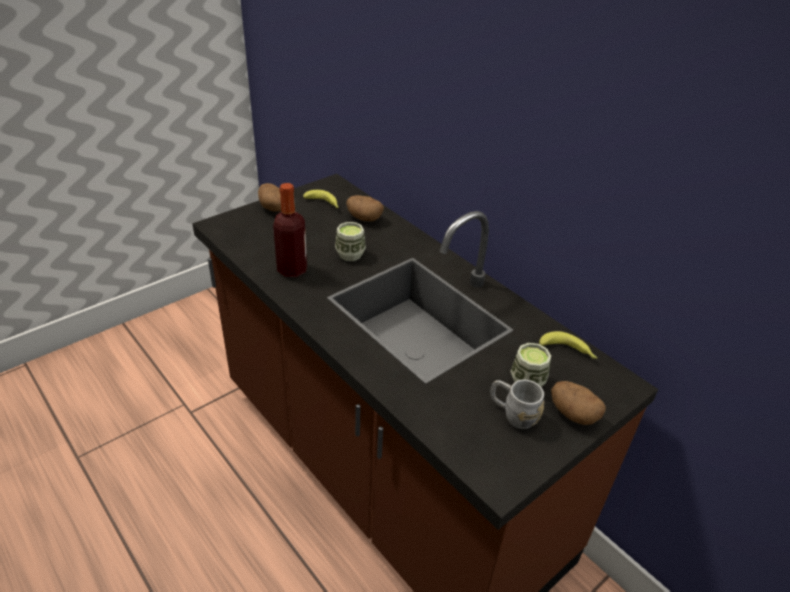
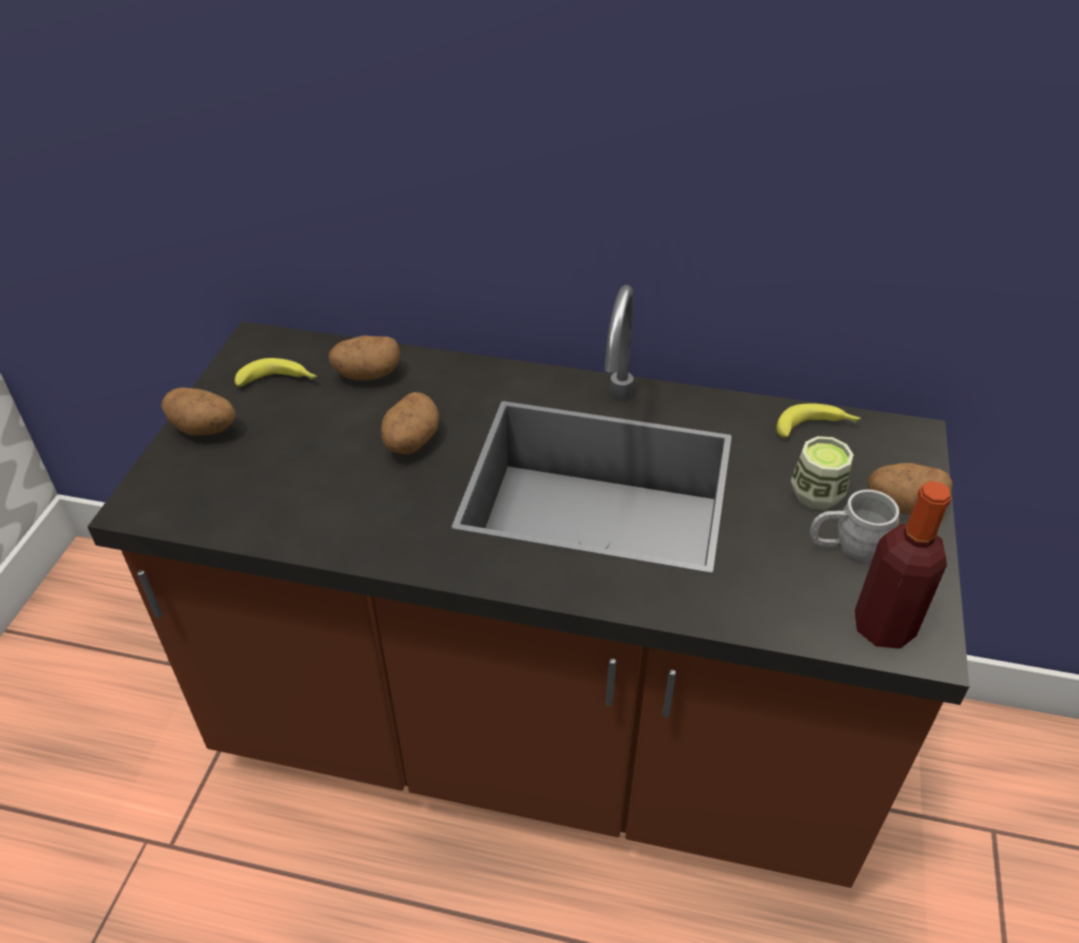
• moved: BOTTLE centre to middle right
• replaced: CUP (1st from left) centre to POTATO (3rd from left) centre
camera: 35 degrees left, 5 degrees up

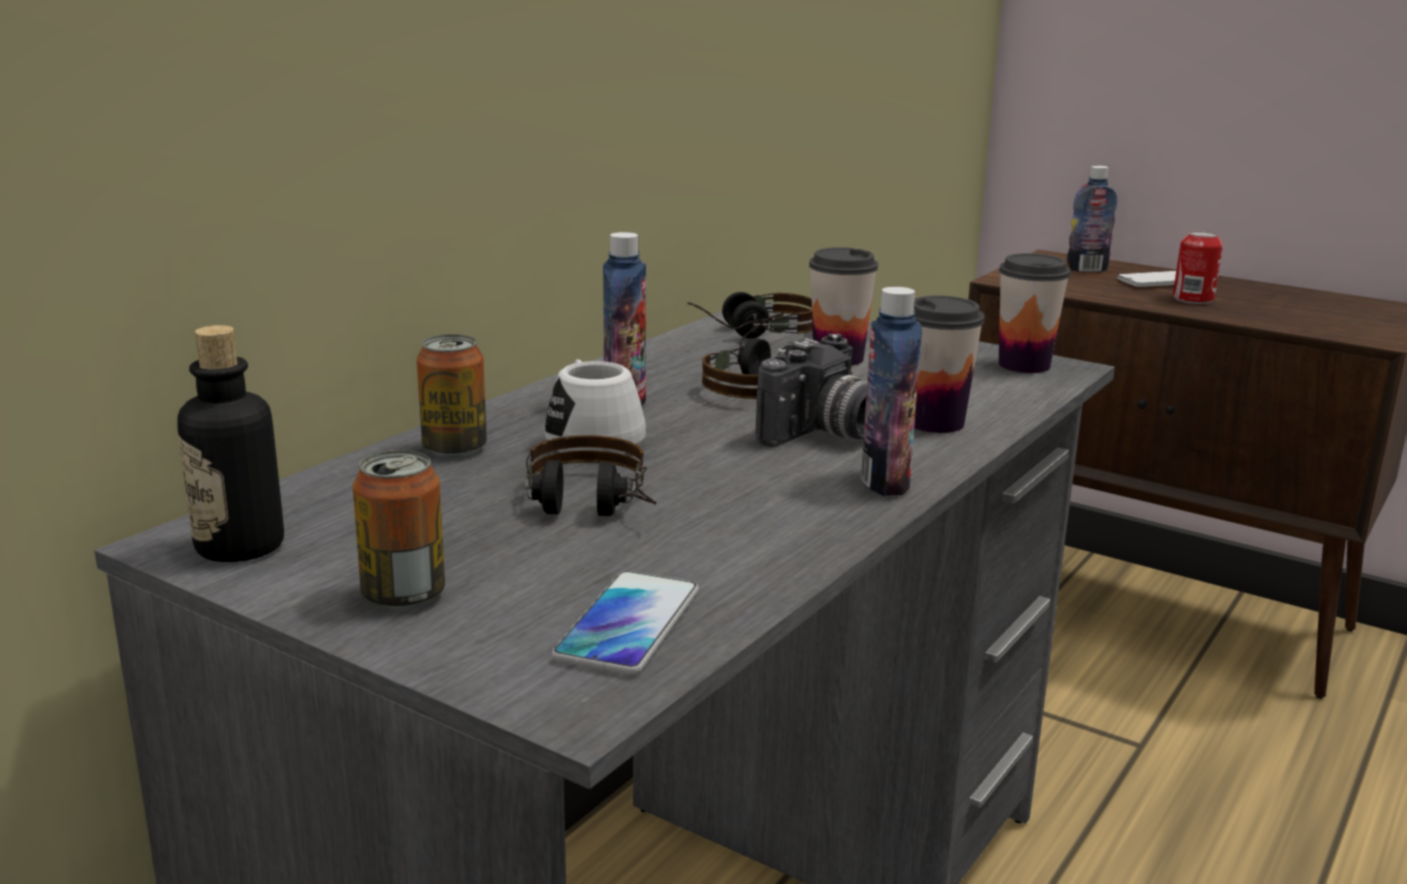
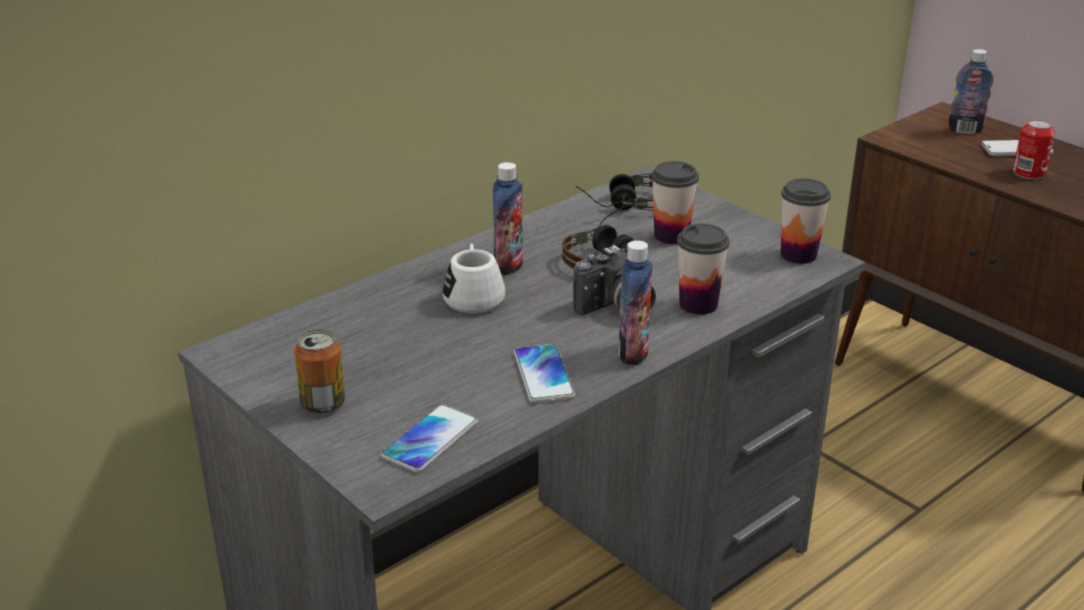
• removed: BOTTLE (1st from left) middle left
• removed: CAN (2nd from left) middle left
• removed: HEADPHONES (1st from left) centre
• added: PHONE (2nd from left) centre
camera: 15 degrees right, 10 degrees up

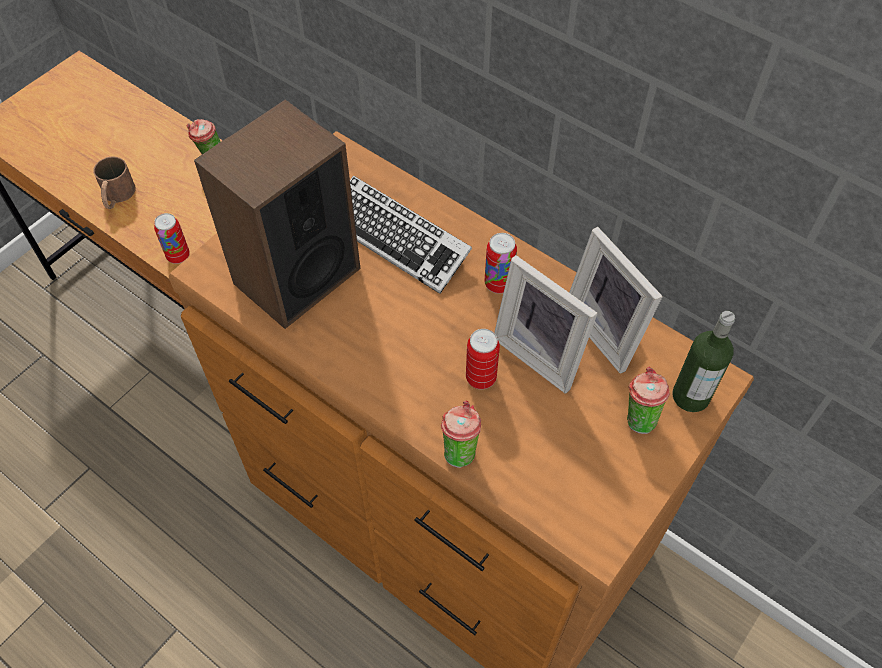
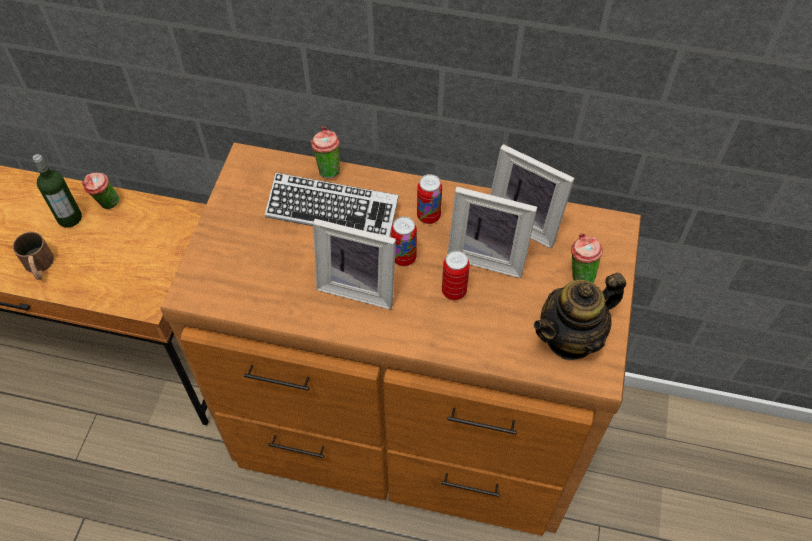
• moved: CAN (1st from left) middle left to centre
• removed: SPEAKER top left
• moved: CUP (2nd from left) centre to top centre
• moved: BOTTLE middle right to middle left
• added: PICTURE FRAME (1st from left) centre
• added: TEAPOT middle right
camera: 25 degrees left, 0 degrees up

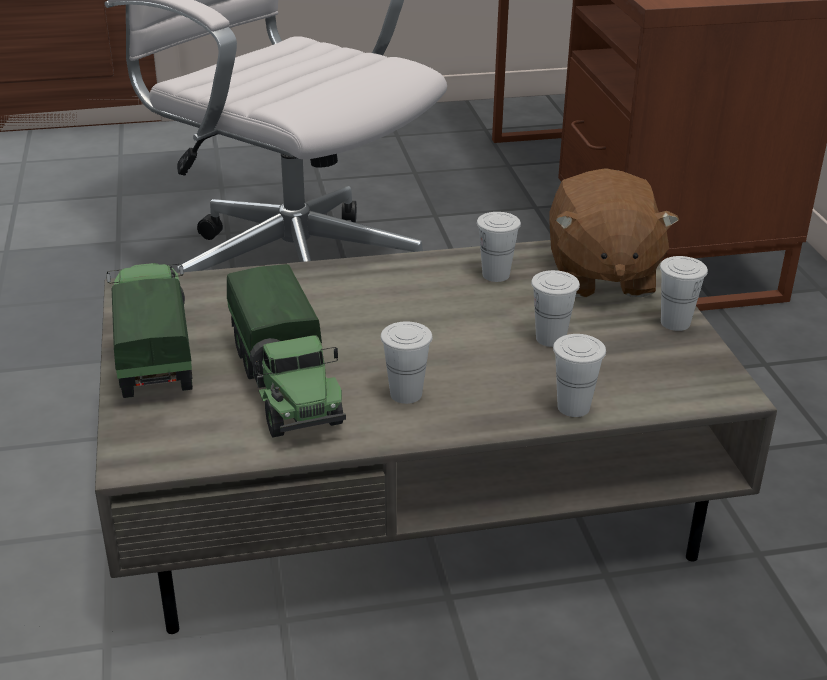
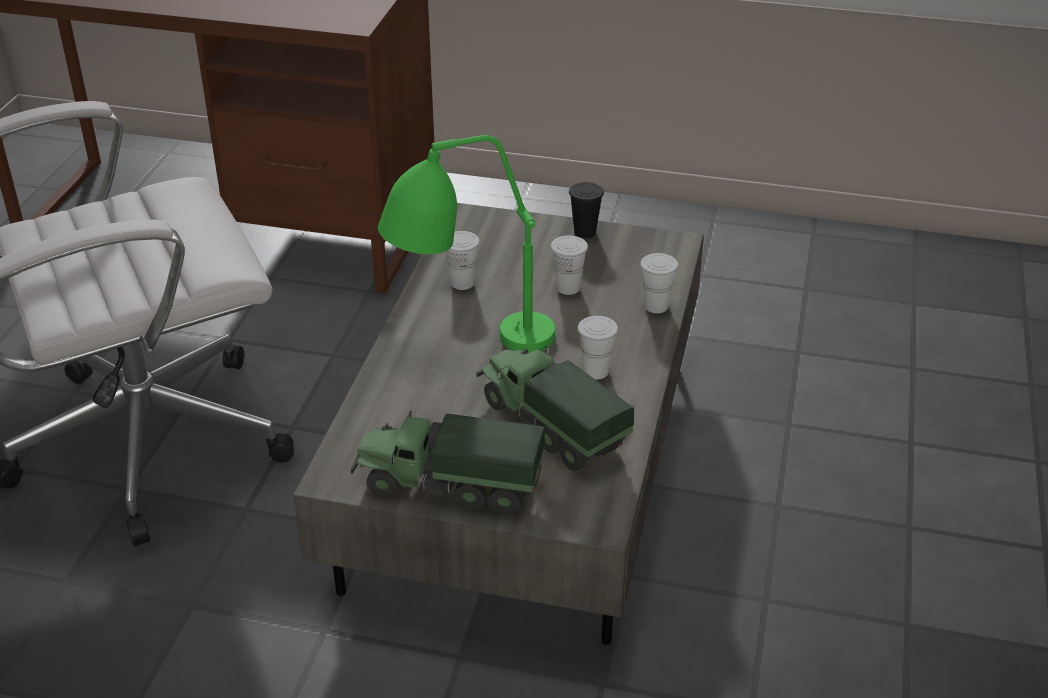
• turned: TOY TRUCK (2nd from left) centre = centre 135 degrees counterclockwise
• removed: BROWN PLUSH TOY middle right
• recoloured: WHITE CUP (5th from left) middle right to BLACK CUP top centre
• added: GREEN TABLE LAMP centre
camera: 65 degrees left, 5 degrees up

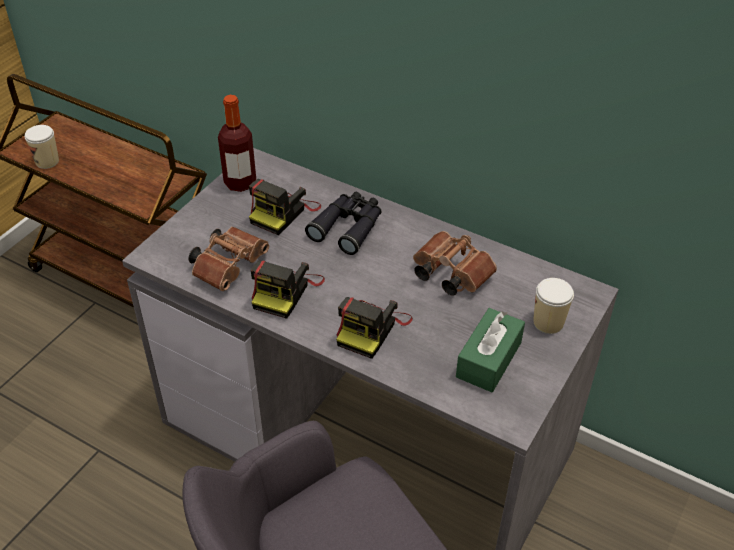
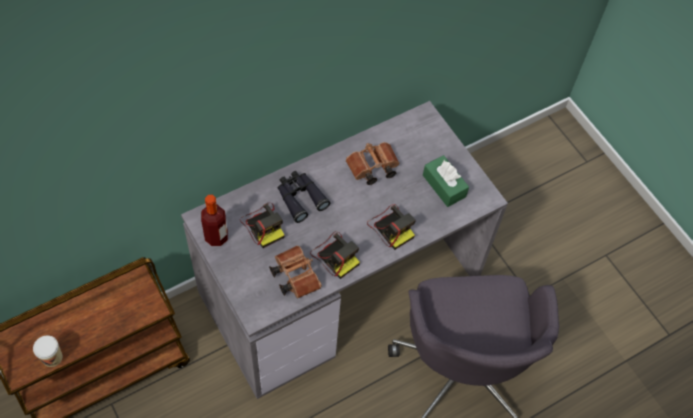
• removed: CUP (2nd from left) middle right
camera: 65 degrees left, 15 degrees up

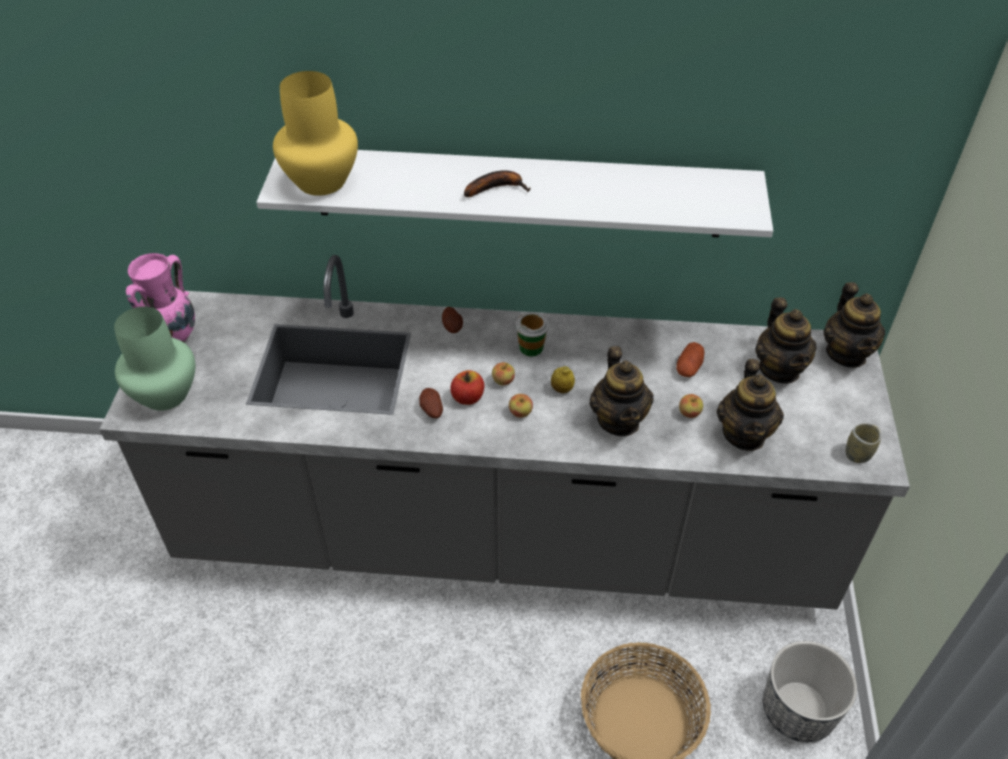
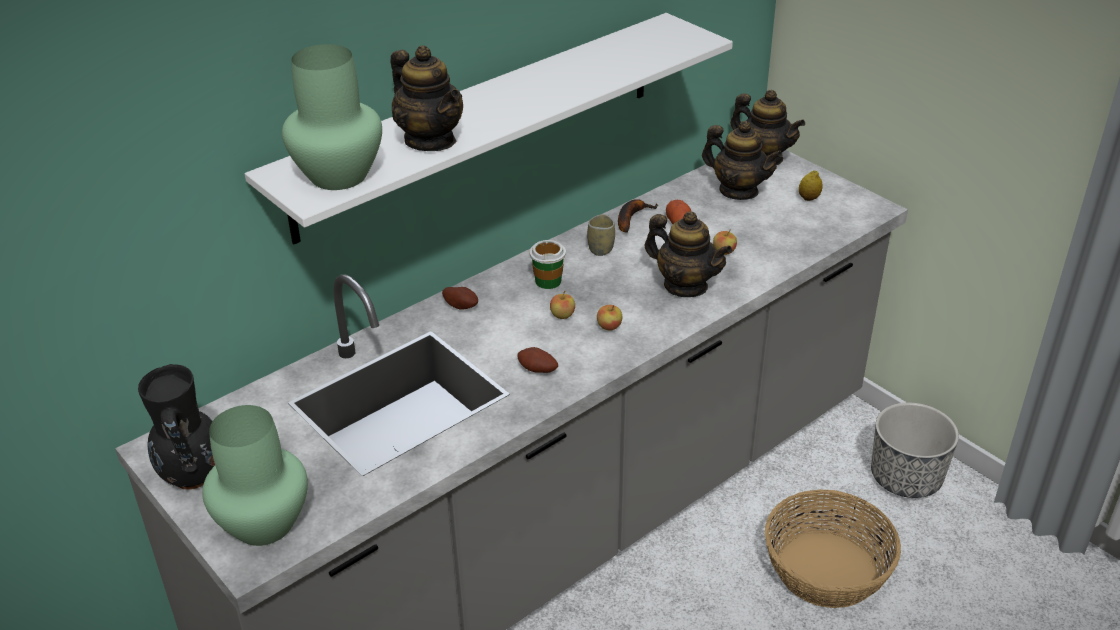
• recoloured: PINK VASE middle left to BLACK VASE bottom left
• recoloured: YELLOW VASE top left to GREEN VASE (2nd from left) top left
• removed: APPLE (1st from left) centre
• moved: BANANA top centre to centre
• moved: LEMON centre to top right
• moved: TEAPOT (2nd from left in the first image) middle right to TEAPOT (1st from left) top centre
• moved: CUP (2nd from left) middle right to centre
camera: 45 degrees left, 10 degrees down

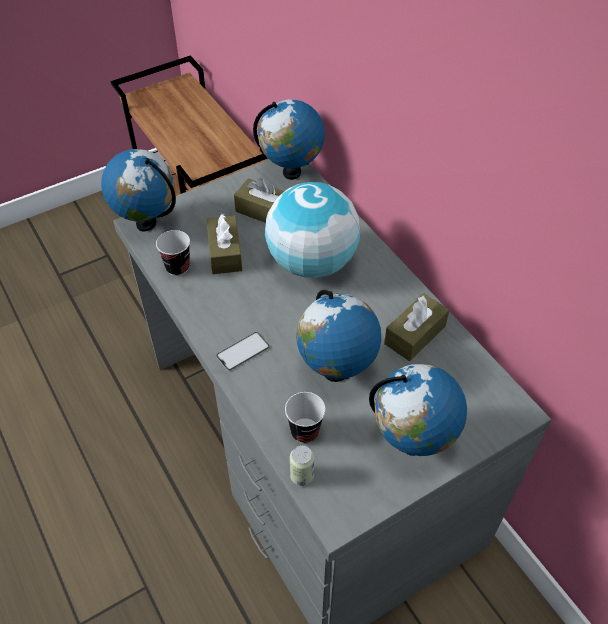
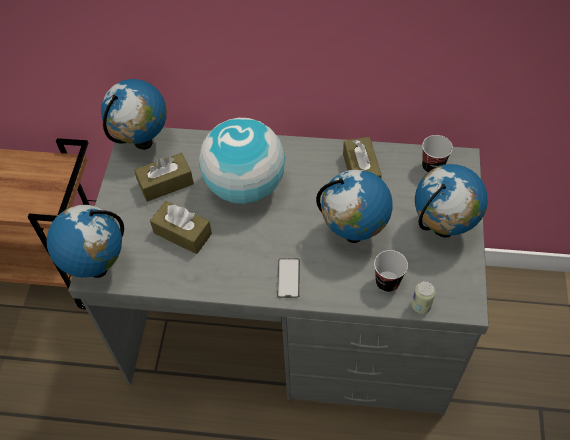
• moved: CUP (1st from left in the first image) middle left to CUP (2nd from left) middle right
camera: 50 degrees left, 5 degrees up

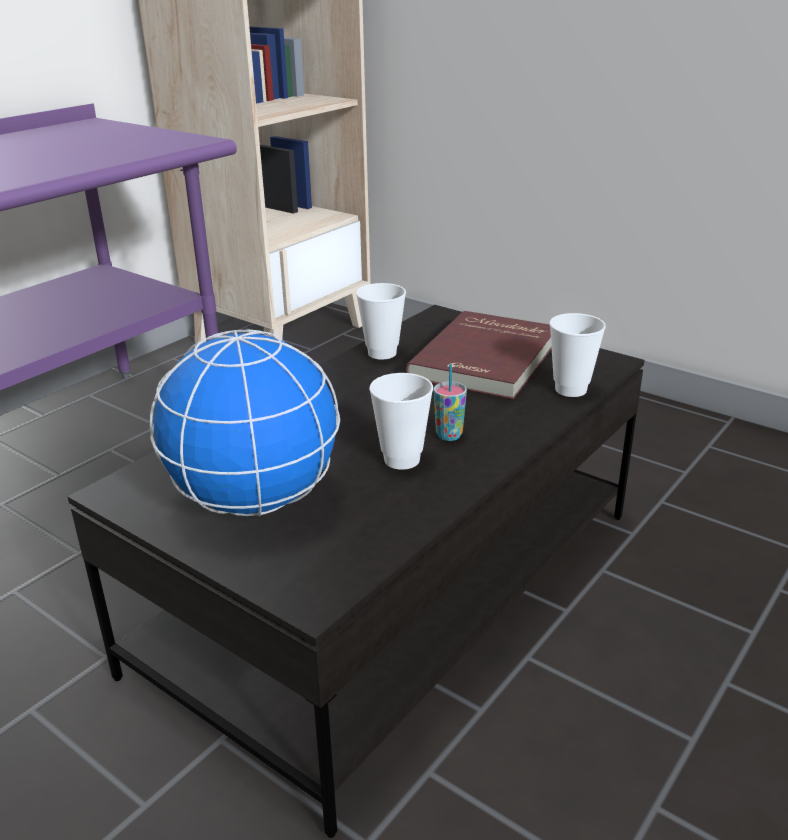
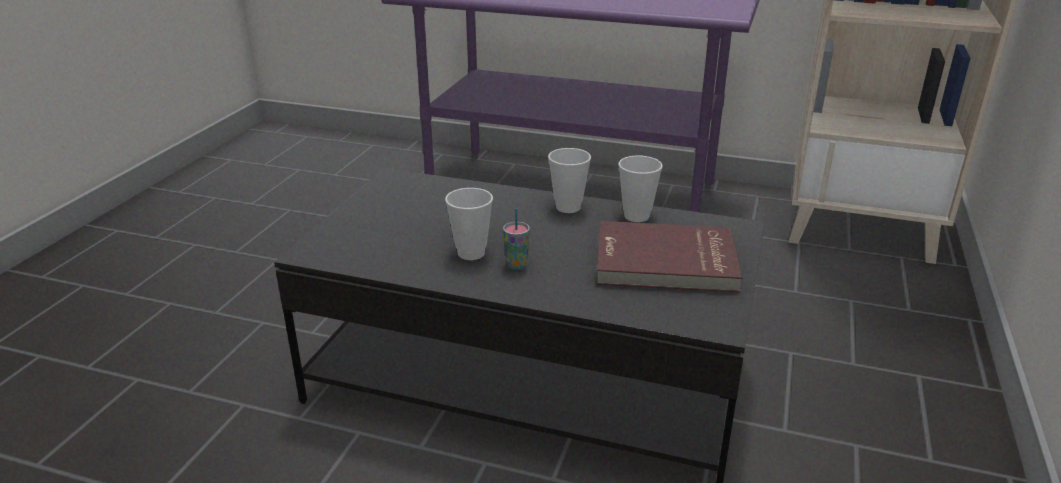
• removed: GLOBE middle left
• moved: CUP (4th from left in the first image) middle right to CUP (3rd from left) centre
camera: 70 degrees right, 0 degrees up

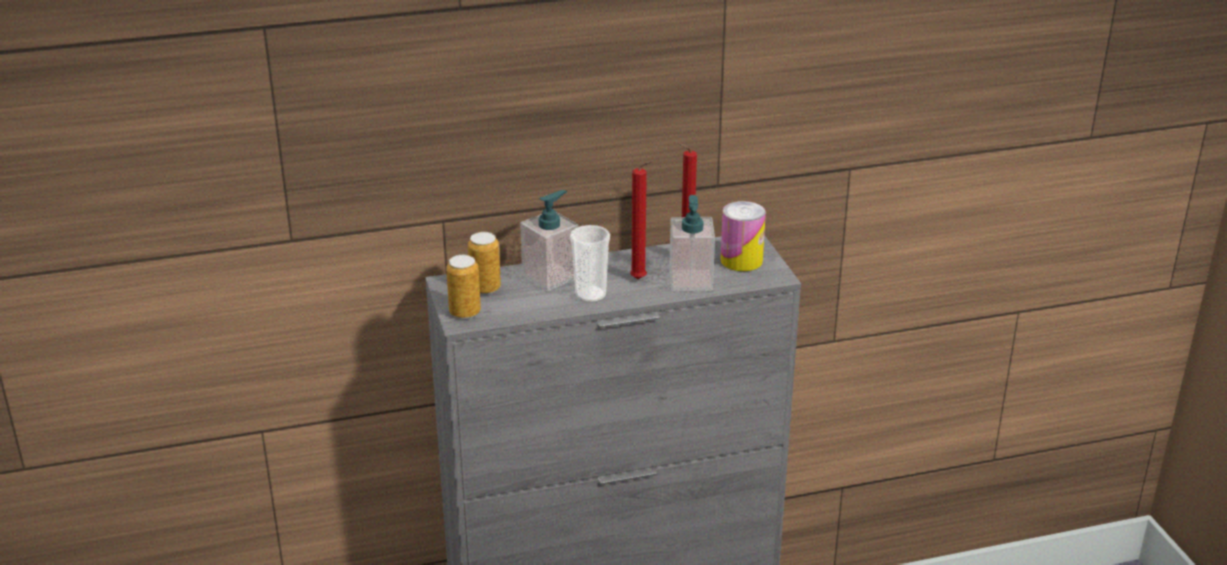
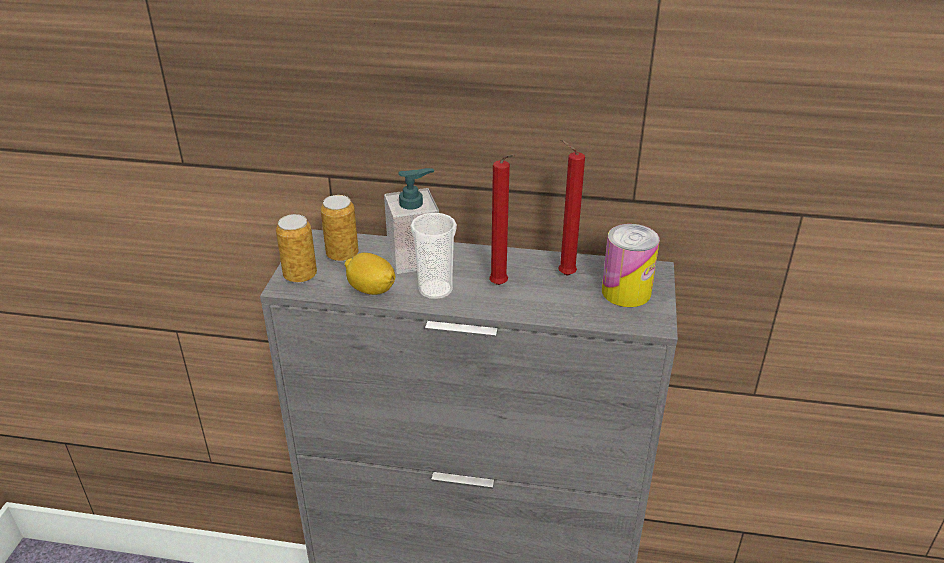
• removed: SOAP DISPENSER (2nd from left) centre
• added: LEMON centre
camera: 25 degrees right, 5 degrees up

